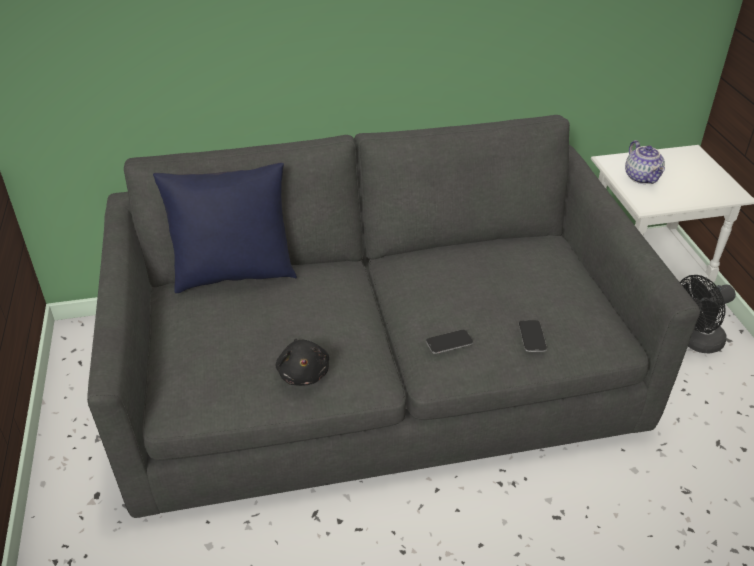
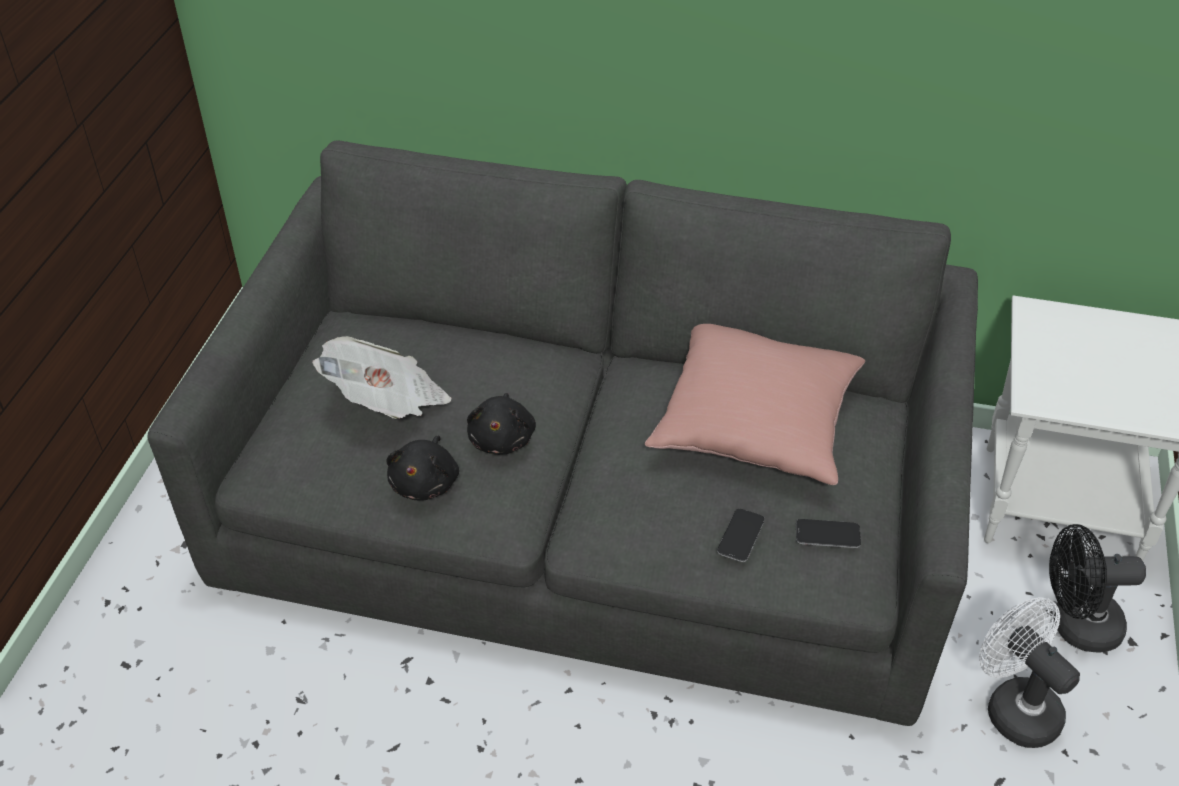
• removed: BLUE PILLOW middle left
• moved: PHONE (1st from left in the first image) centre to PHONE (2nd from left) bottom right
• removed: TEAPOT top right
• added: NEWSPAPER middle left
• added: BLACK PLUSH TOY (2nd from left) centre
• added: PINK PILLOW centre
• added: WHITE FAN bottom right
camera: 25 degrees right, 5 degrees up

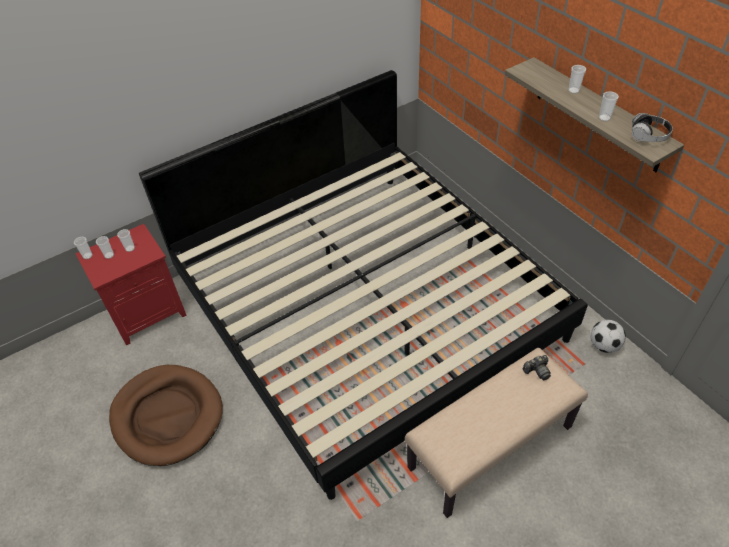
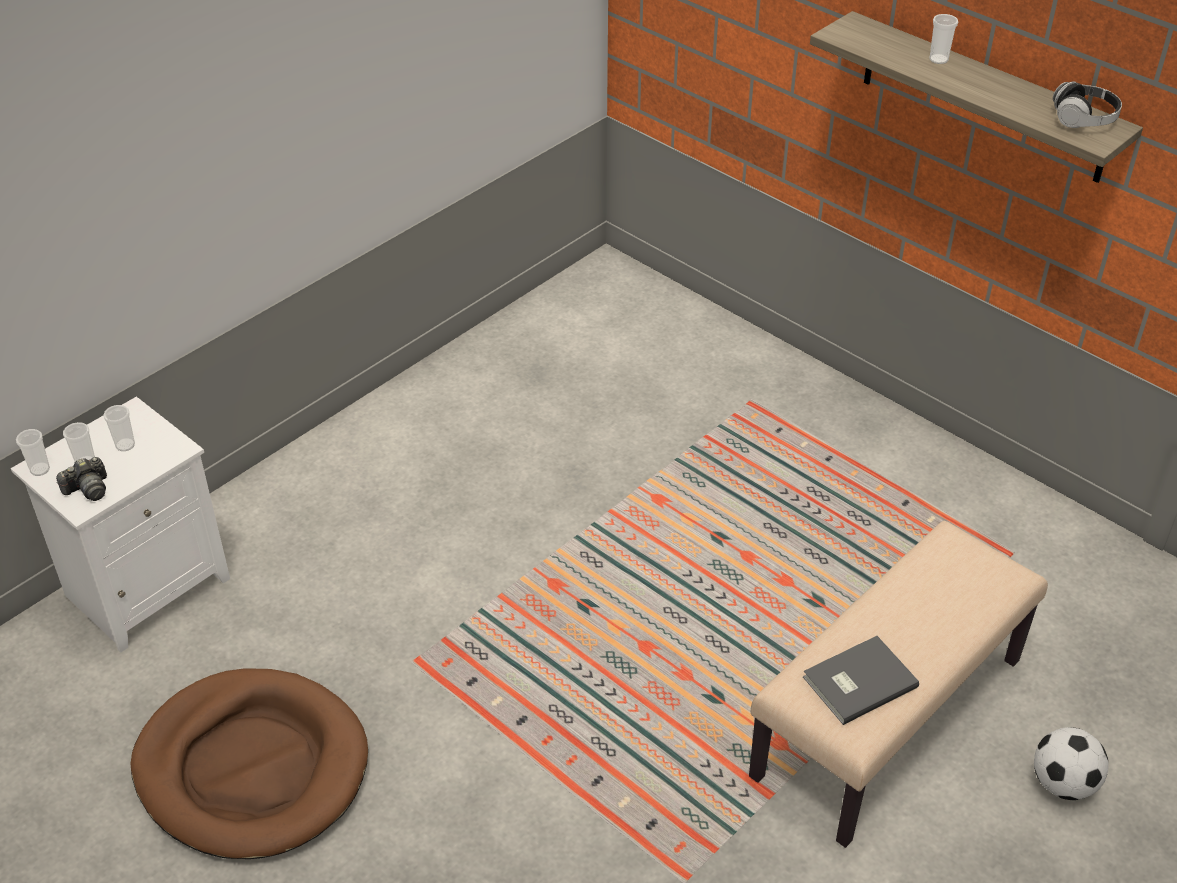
• recoloured: RED NIGHTSTAND middle left to WHITE NIGHTSTAND middle left
• removed: BED centre
• moved: PHOTO CAMERA bottom right to middle left
• moved: FOOTBALL middle right to bottom right
• removed: CUP (5th from left) top right
• added: GREY BOOK bottom right
camera: 15 degrees left, 5 degrees down

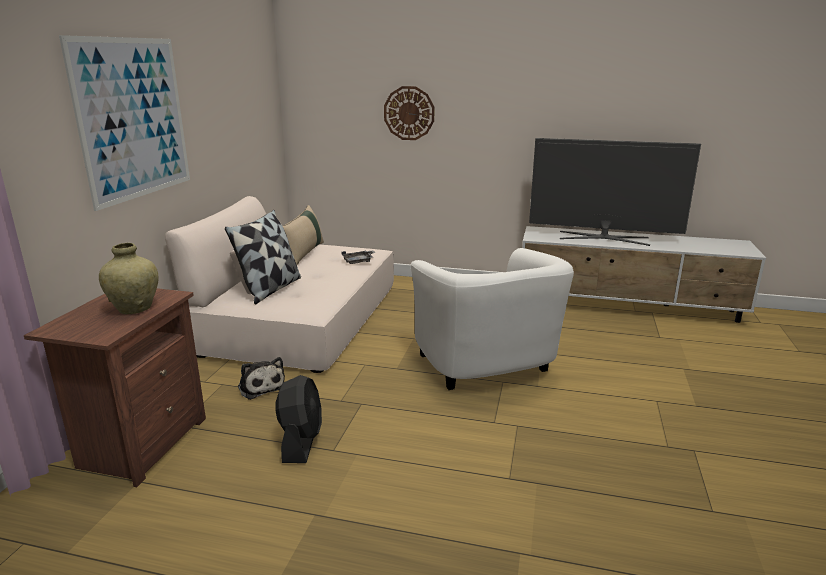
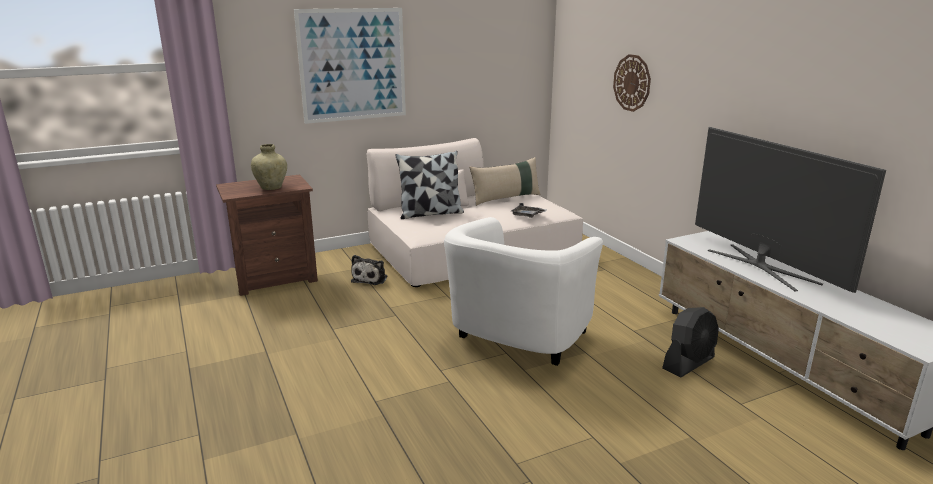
• moved: BLACK FAN bottom centre to bottom right
camera: 50 degrees right, 0 degrees up

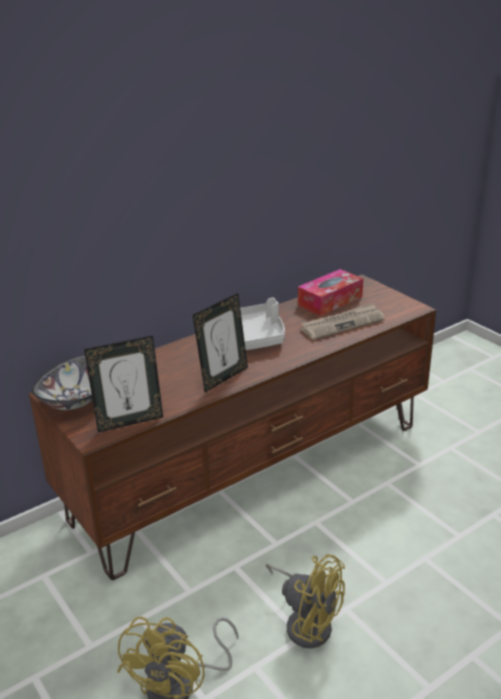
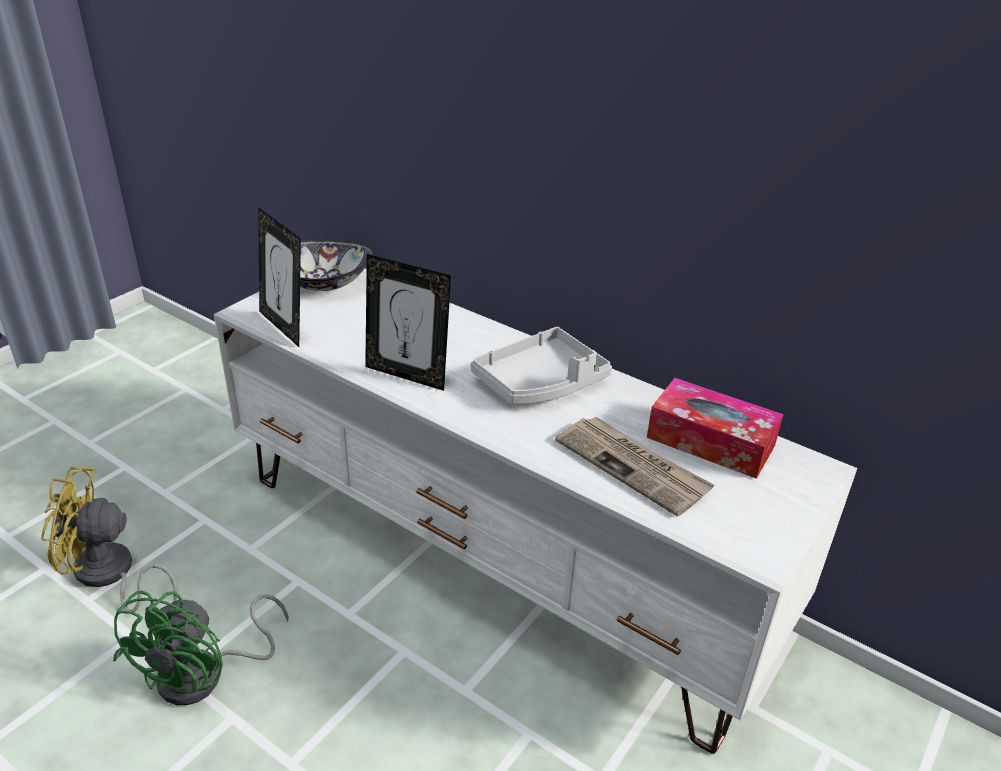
• recoloured: BROWN TV STAND centre to WHITE TV STAND centre
• recoloured: YELLOW FAN (2nd from left) bottom centre to GREEN FAN bottom left
camera: 70 degrees right, 5 degrees up

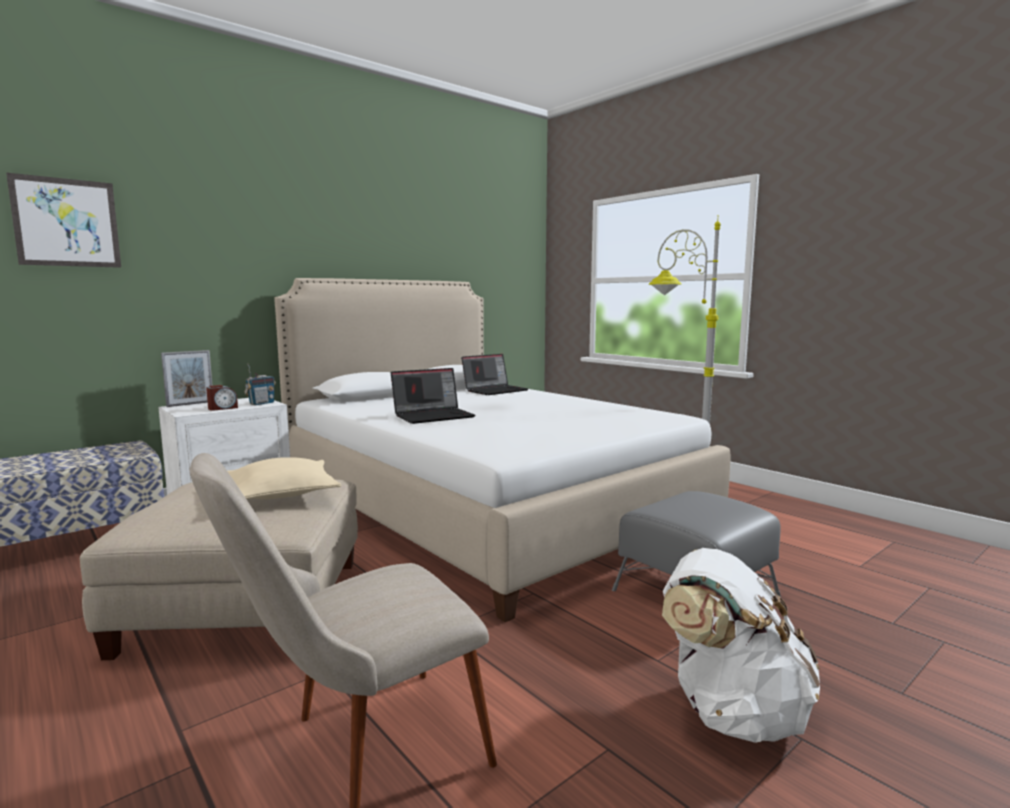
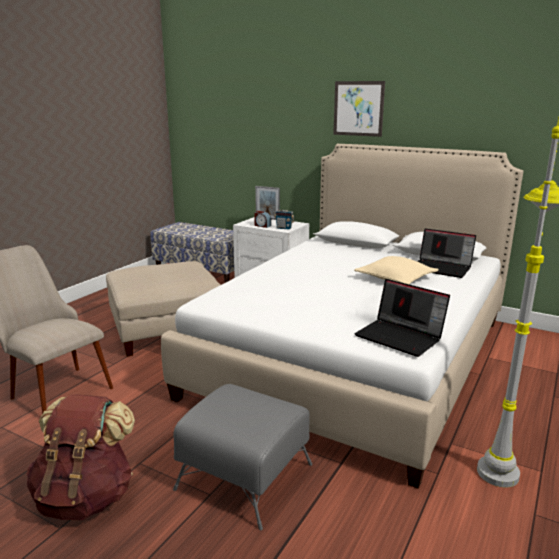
• moved: PICTURE top left to top centre
• moved: BEIGE PILLOW middle left to middle right
• moved: LAPTOP (1st from left) centre to middle right
• recoloured: WHITE BACKPACK bottom right to BROWN BACKPACK bottom left
camera: 70 degrees right, 10 degrees up

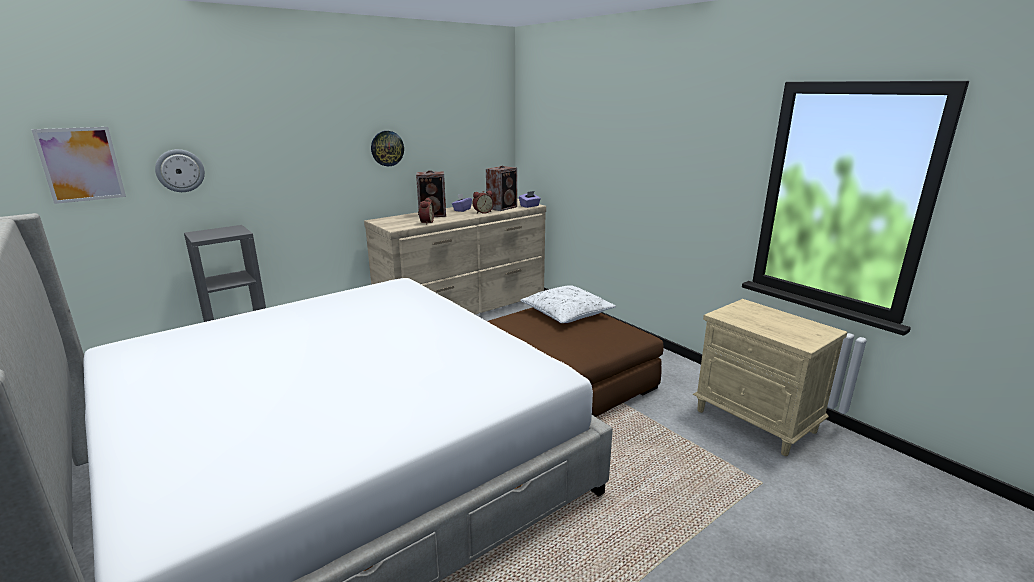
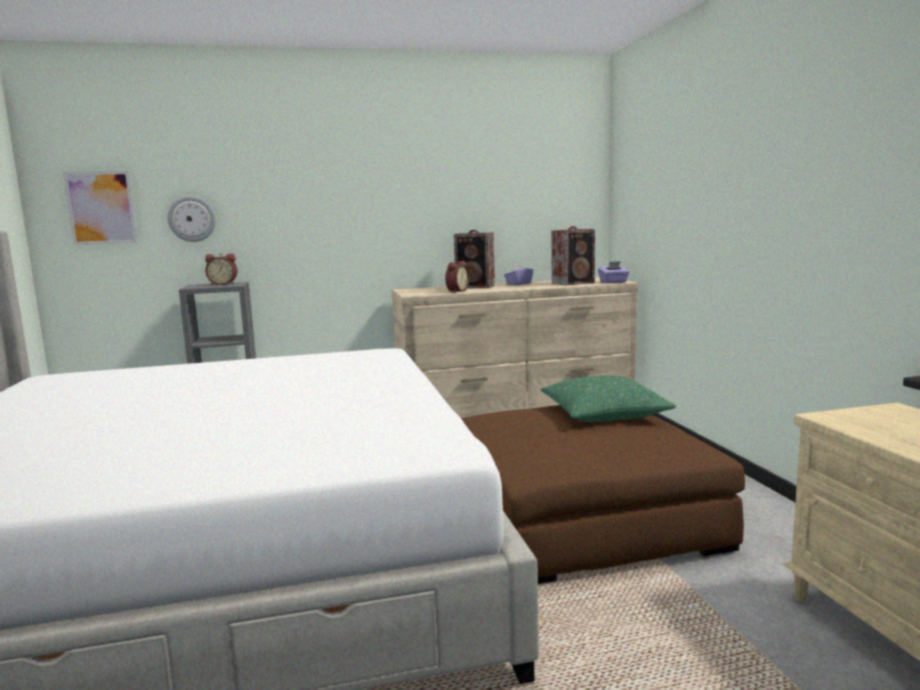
• removed: WALL CLOCK (2nd from left) top centre
• moved: ALARM CLOCK (2nd from left in the first image) centre to ALARM CLOCK (1st from left) middle left
• recoloured: WHITE PILLOW centre to GREEN PILLOW centre
camera: 25 degrees right, 10 degrees down

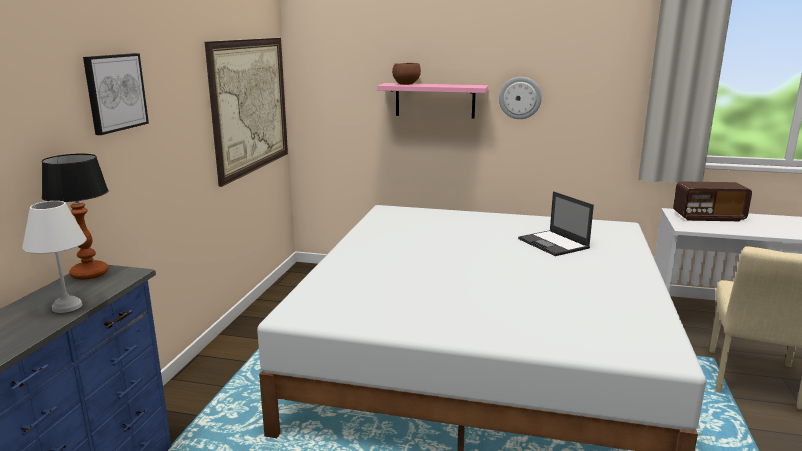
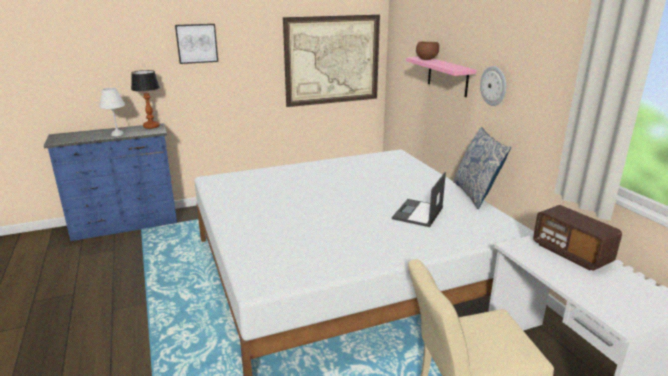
• added: PILLOW middle right
camera: 55 degrees right, 5 degrees up

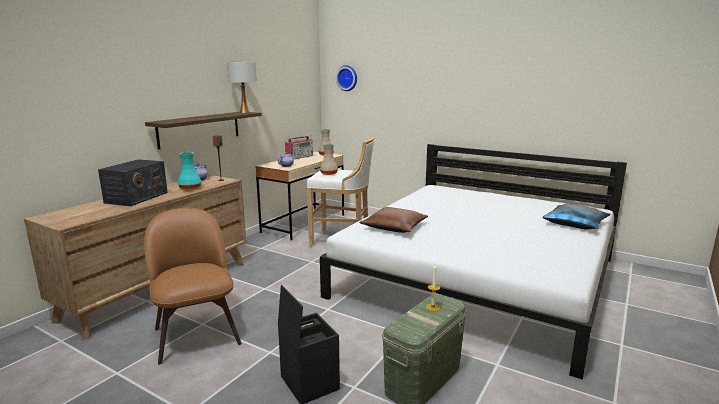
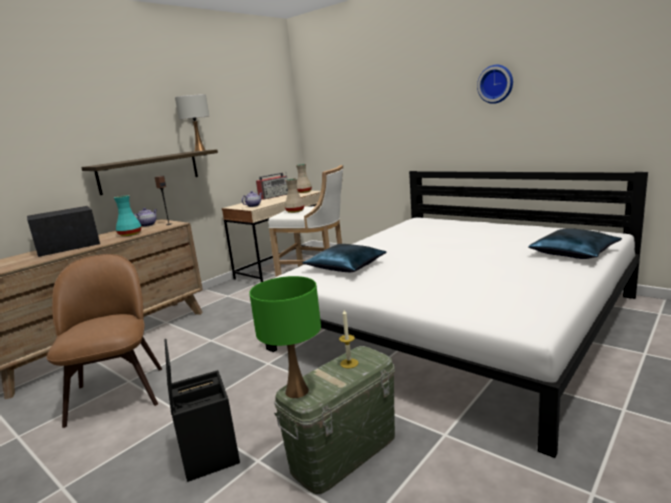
• turned: RADIO (1st from left) middle left = middle left 150 degrees counterclockwise
• moved: WALL CLOCK top centre to top right
• recoloured: BROWN PILLOW centre to BLUE PILLOW (1st from left) centre
• added: GREEN TABLE LAMP bottom centre
camera: 10 degrees right, 0 degrees up

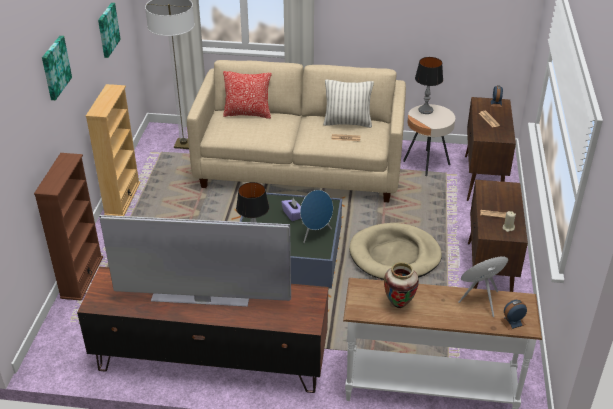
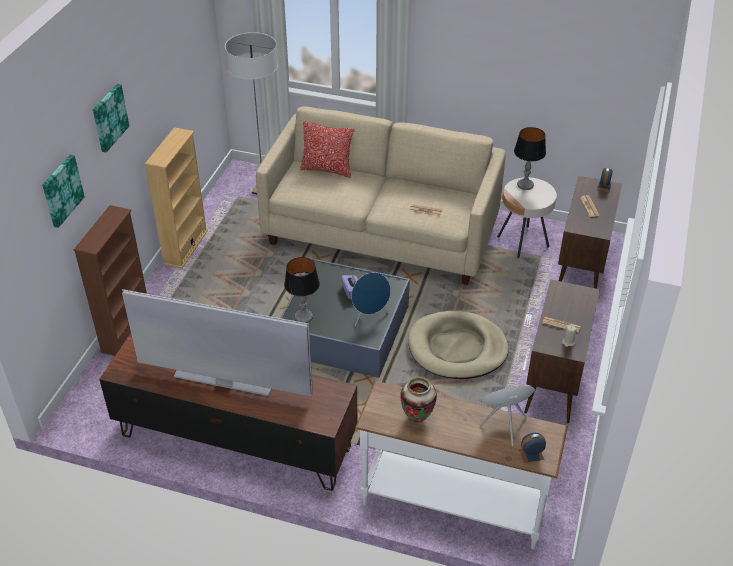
• moved: PICTURE (2nd from left in the first image) top left to PICTURE (1st from left) middle left
• removed: PILLOW (2nd from left) top centre
camera: 10 degrees right, 5 degrees up

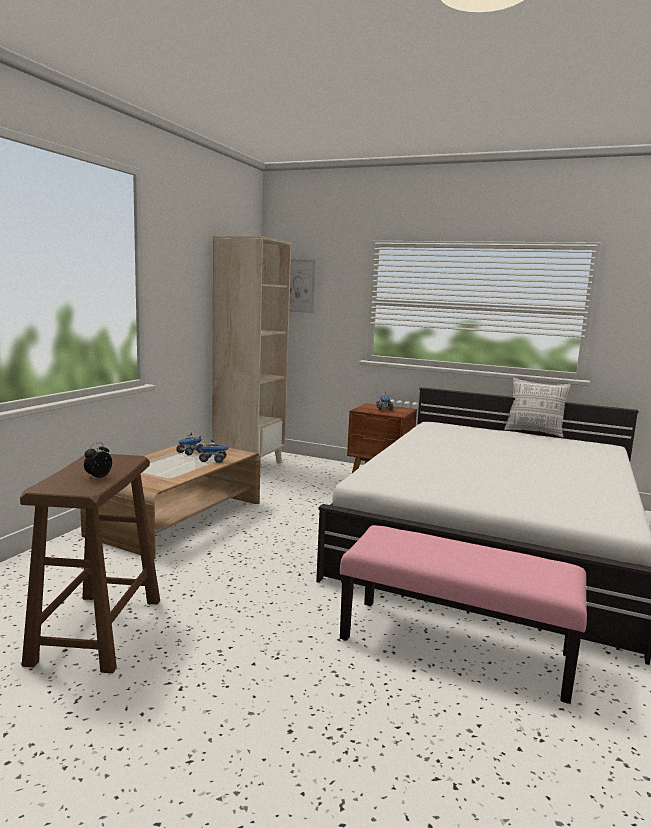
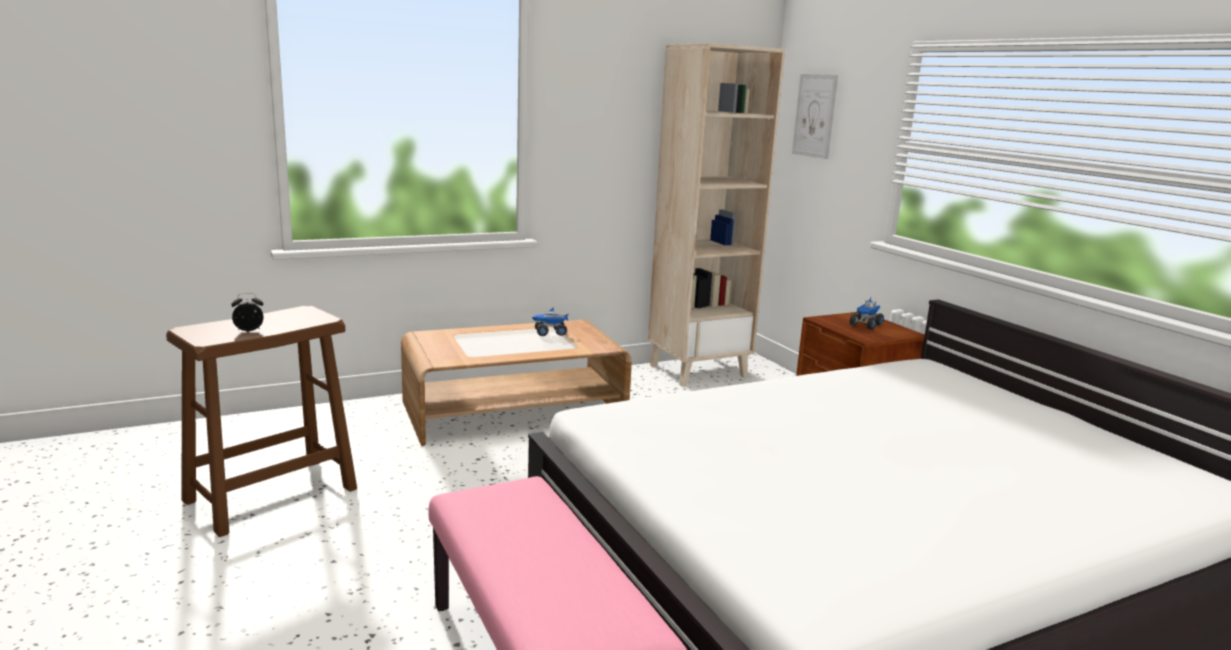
• removed: TOY TRUCK (2nd from left) middle left
• removed: PILLOW middle right
camera: 40 degrees right, 5 degrees up

